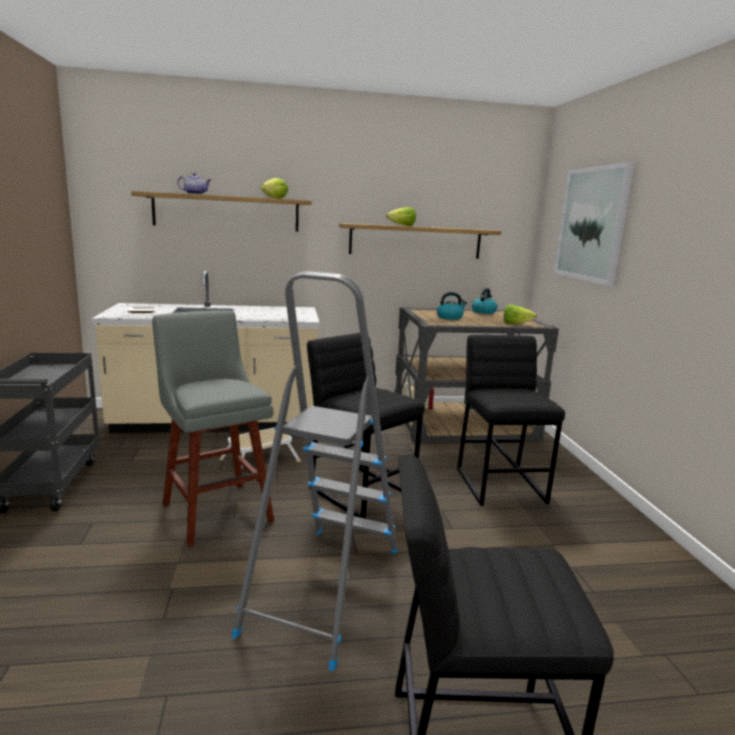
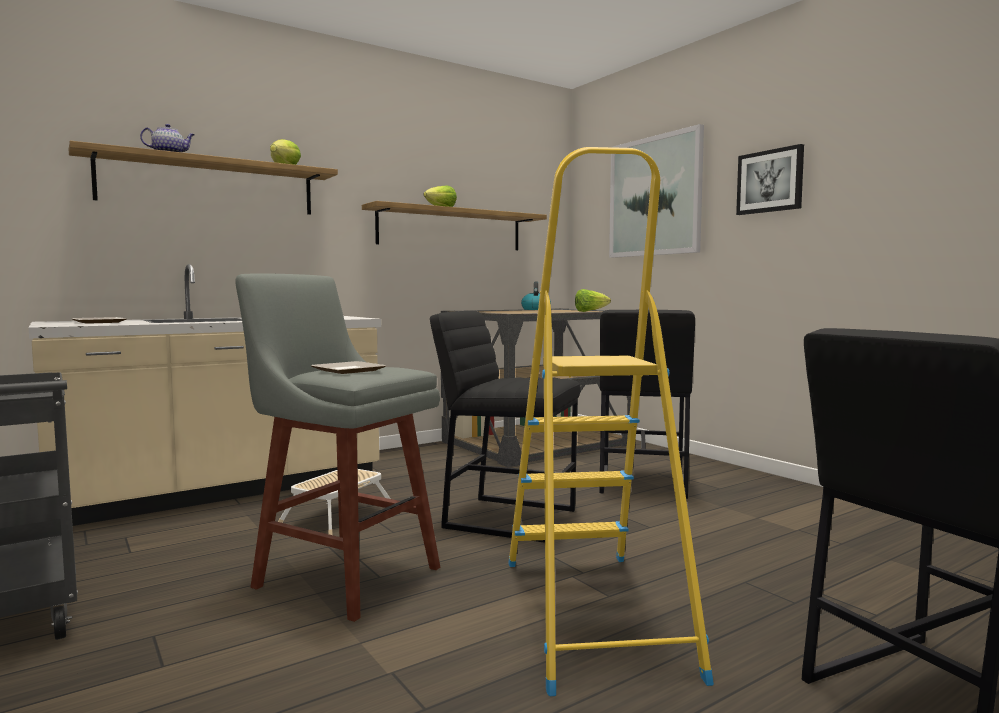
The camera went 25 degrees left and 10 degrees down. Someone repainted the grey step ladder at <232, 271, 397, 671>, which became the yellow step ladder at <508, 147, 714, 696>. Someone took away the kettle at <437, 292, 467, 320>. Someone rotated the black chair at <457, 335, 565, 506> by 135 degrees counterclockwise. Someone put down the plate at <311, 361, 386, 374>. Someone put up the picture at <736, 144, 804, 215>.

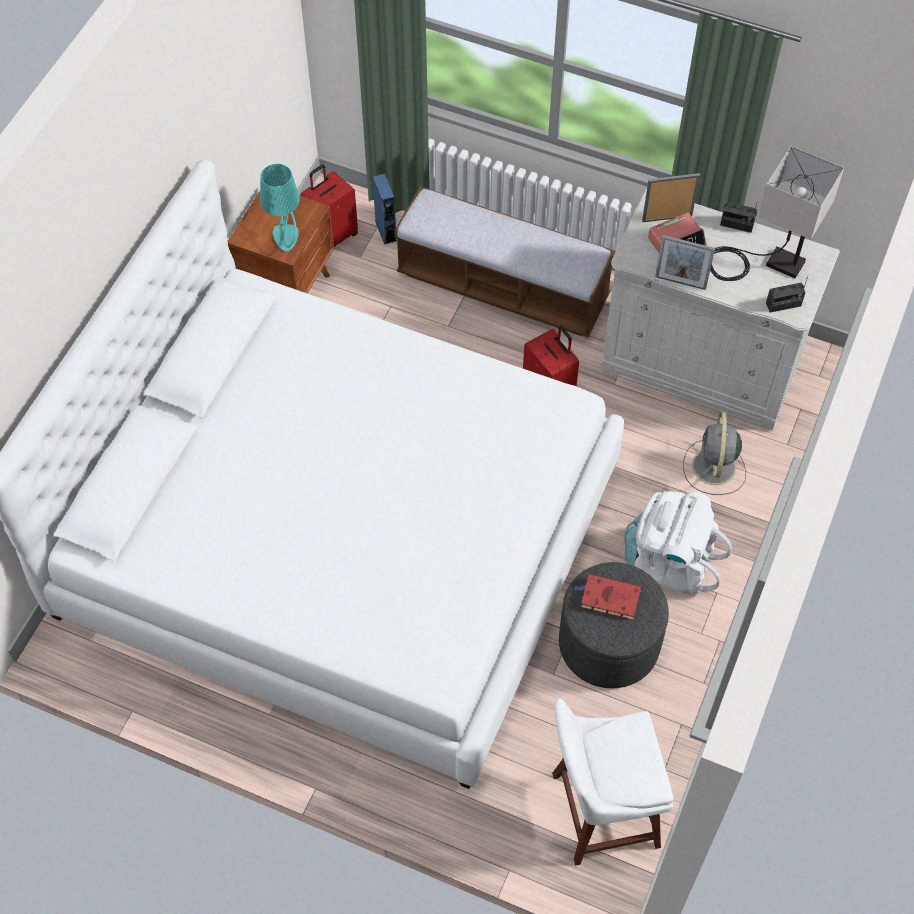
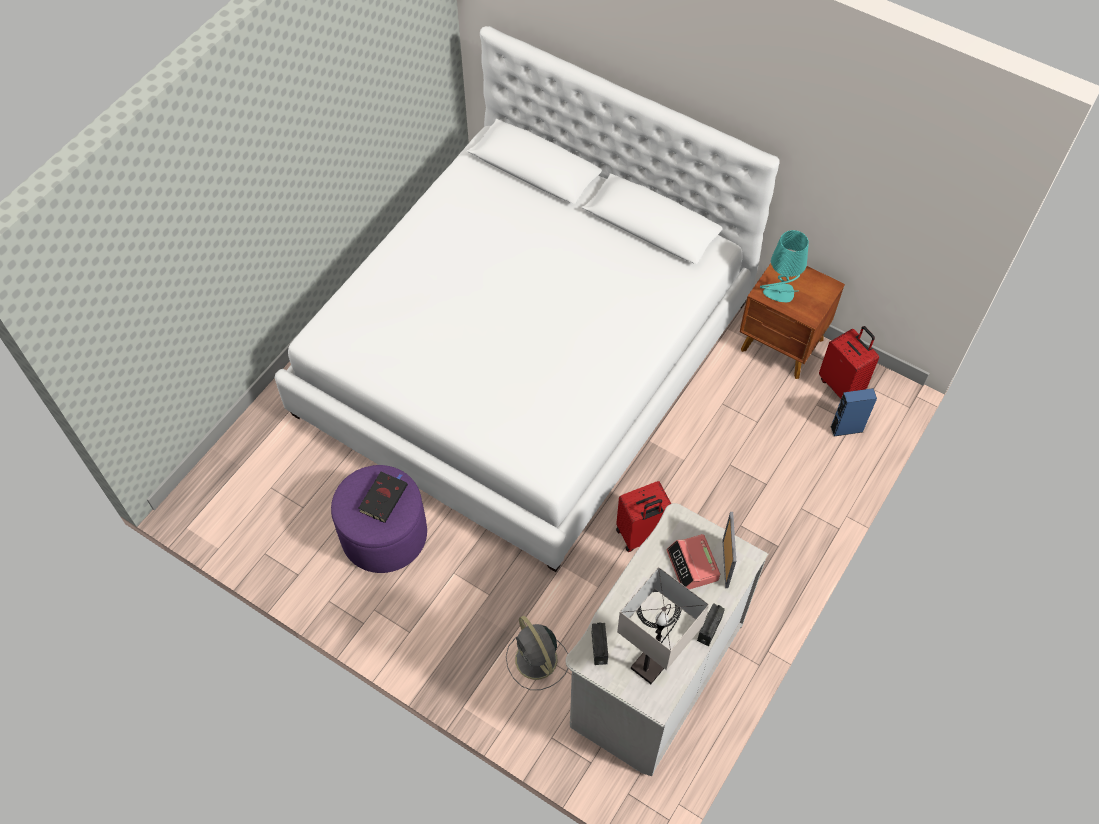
The camera went 100 degrees right and 0 degrees up. Someone took away the bench at <395, 186, 616, 337>. Someone took away the white chair at <552, 698, 673, 866>. Someone repainted the grey ottoman at <559, 562, 669, 688>, which became the purple ottoman at <331, 465, 427, 573>. Someone repainted the red book at <574, 574, 641, 620>, which became the black book at <358, 472, 408, 523>. Someone took away the white backpack at <624, 491, 732, 595>. Someone took away the picture frame at <655, 235, 715, 290>. Someone rotated the grey fan at <683, 412, 746, 495> by 135 degrees counterclockwise.

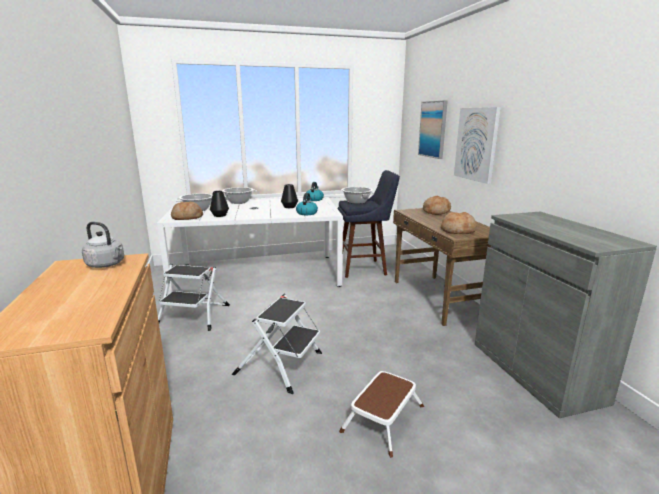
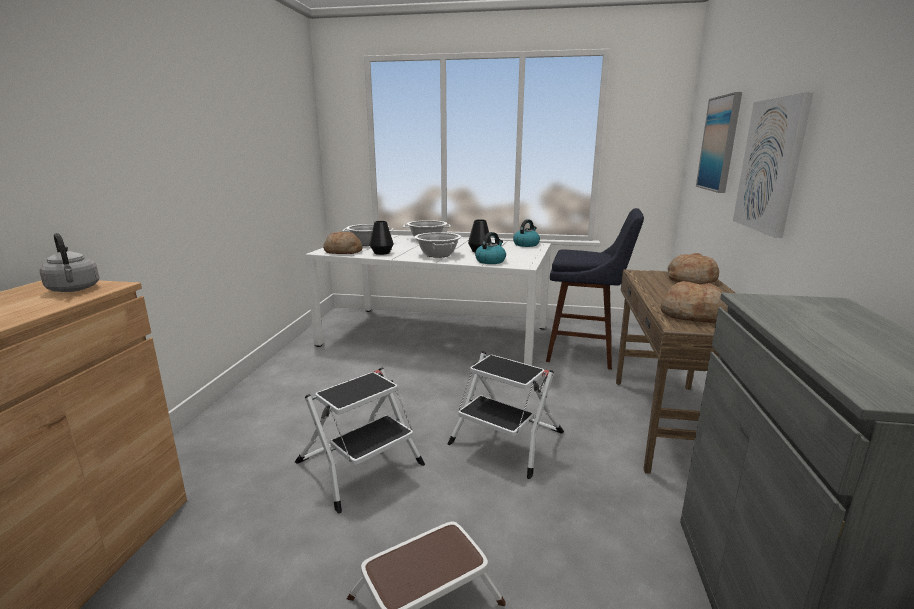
The camera went 25 degrees right and 0 degrees up. Someone carried the step ladder from <158, 264, 230, 331> to <447, 351, 564, 479>. Someone carried the cooking pot from <341, 187, 374, 204> to <414, 232, 461, 258>.

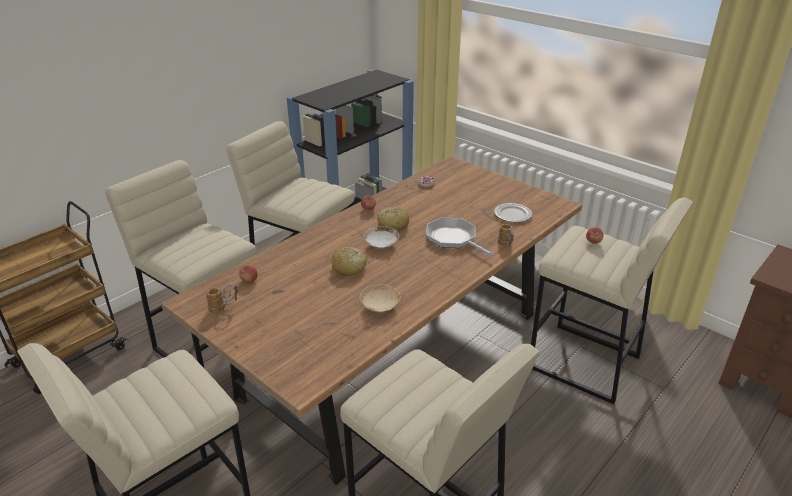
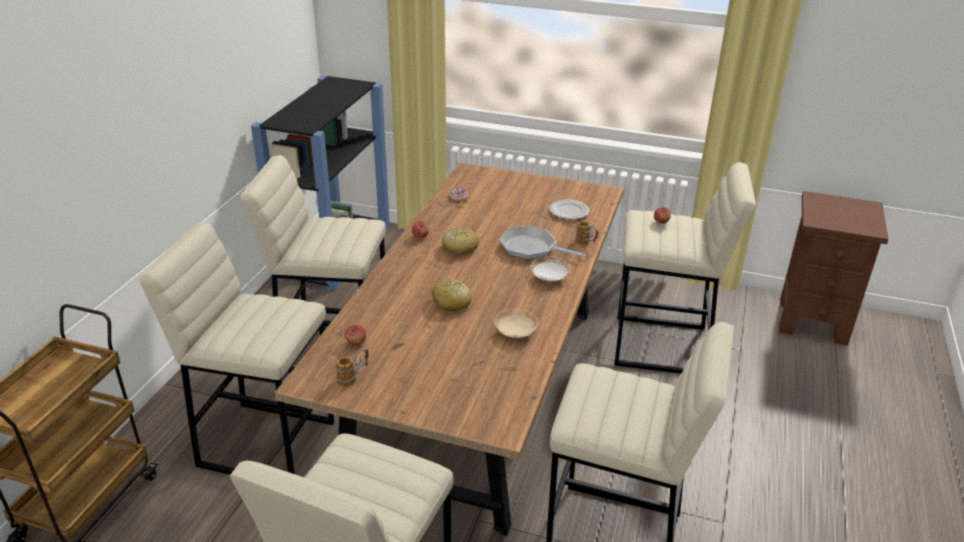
The camera went 25 degrees left and 0 degrees up. Someone carried the white plate from <364, 226, 399, 248> to <530, 257, 570, 281>.

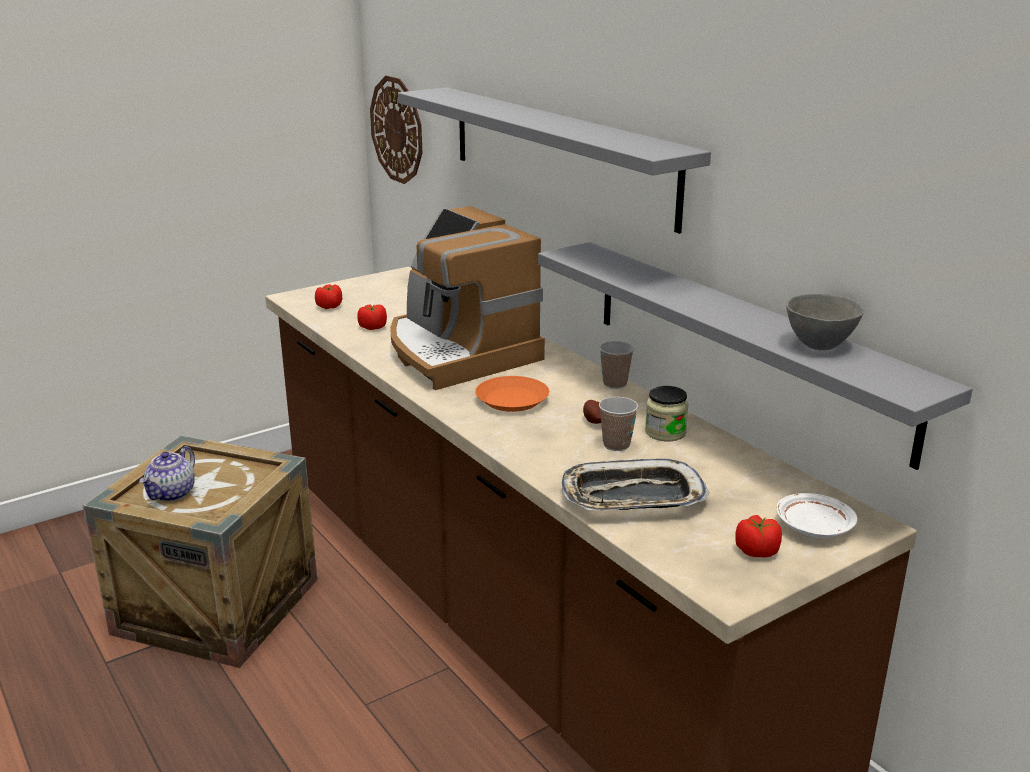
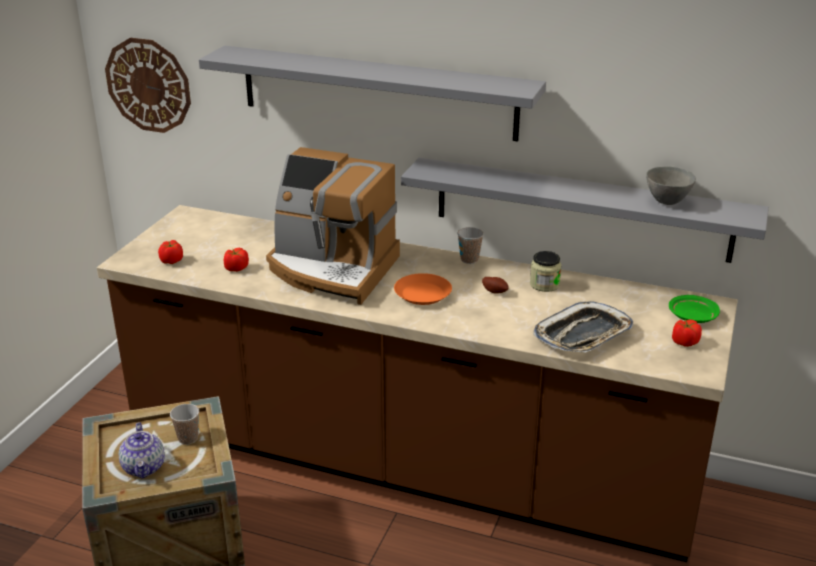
The camera went 35 degrees left and 5 degrees up. Someone carried the cup from <599, 397, 638, 451> to <170, 404, 199, 445>. Someone repainted the white plate at <776, 493, 857, 538>, which became the green plate at <669, 295, 720, 323>.

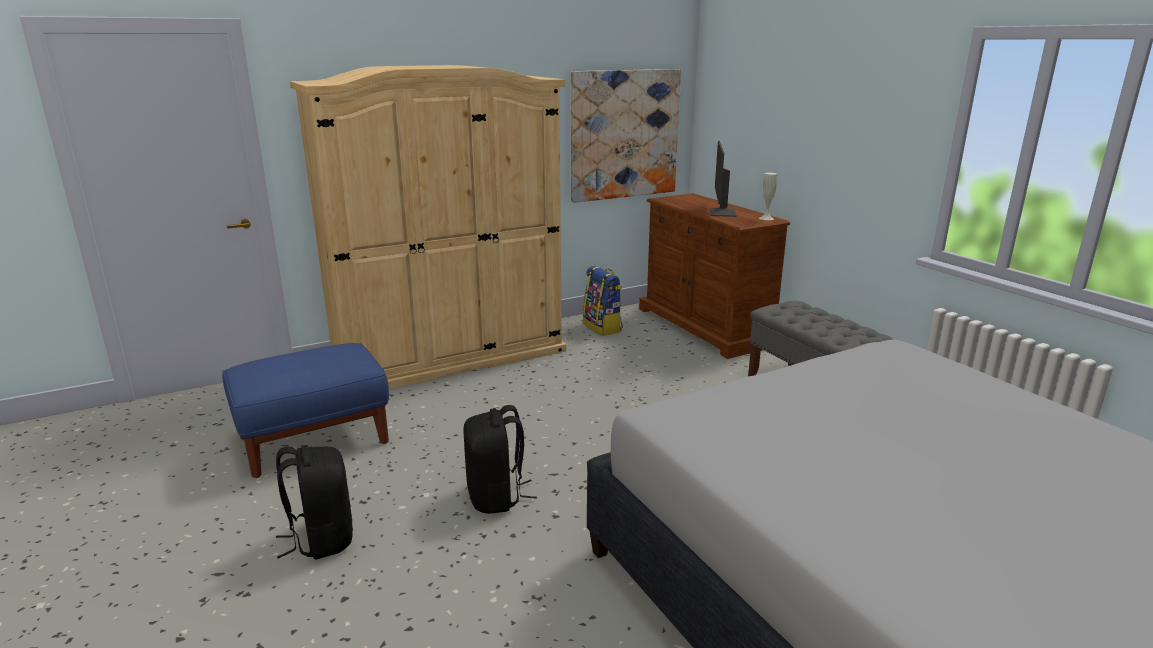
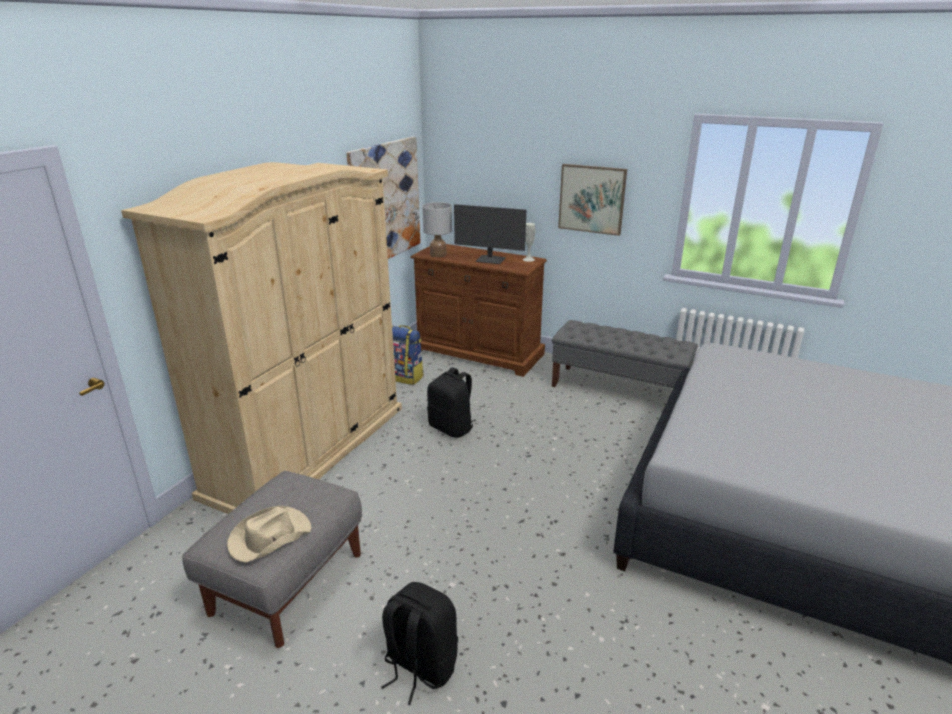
The camera went 35 degrees left and 5 degrees up. Someone repainted the blue ottoman at <222, 343, 389, 478>, which became the grey ottoman at <182, 471, 362, 648>. Someone carried the black backpack from <464, 405, 537, 514> to <427, 367, 476, 438>. Someone rotated the monitor at <710, 141, 737, 217> by 45 degrees counterclockwise. Someone put down the beige hat at <227, 506, 312, 562>. Someone put down the grey table lamp at <422, 202, 452, 257>. Someone put up the picture at <558, 164, 627, 236>.

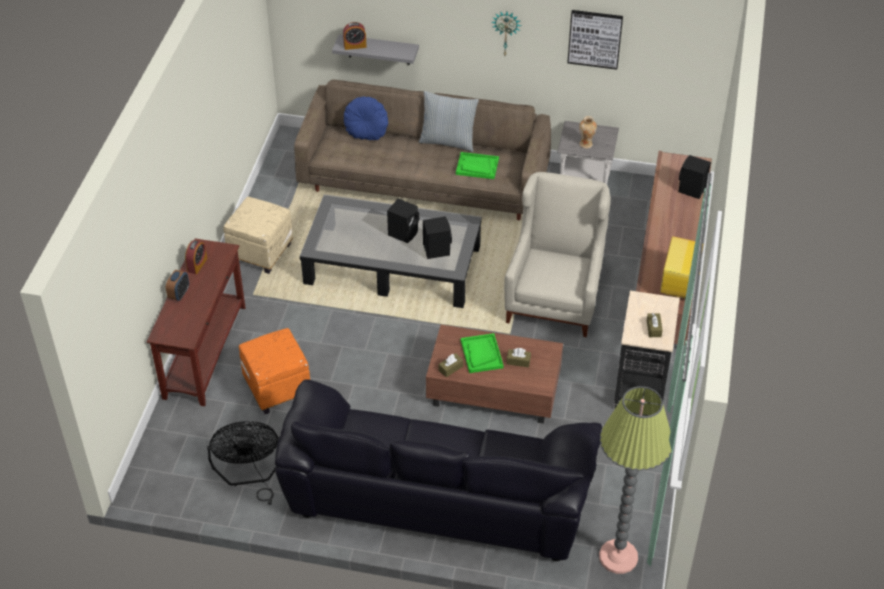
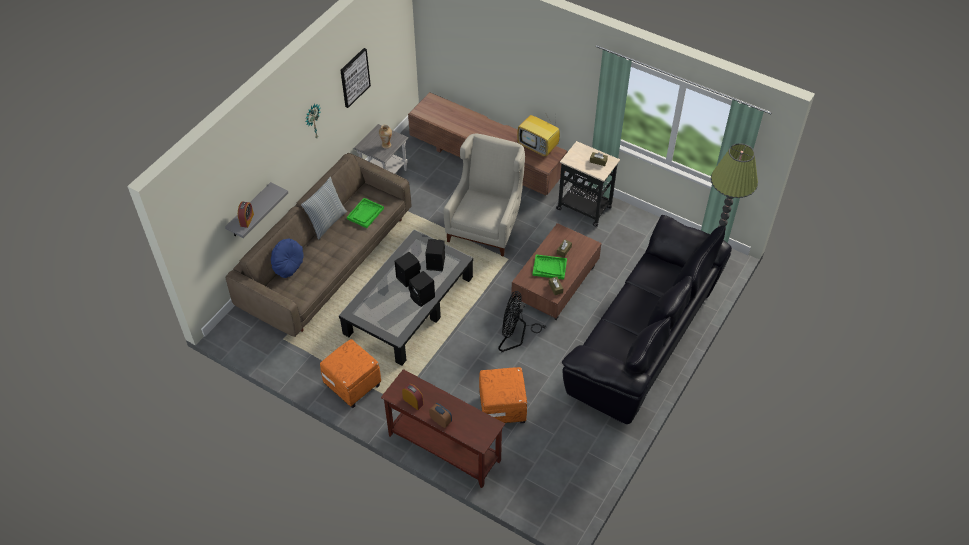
The camera went 70 degrees left and 5 degrees up. Someone carried the black fan from <207, 421, 280, 505> to <498, 291, 546, 352>. Someone repainted the beige ottoman at <223, 197, 293, 274>, which became the orange ottoman at <320, 339, 381, 409>. Someone rotated the beige armchair at <504, 172, 611, 337> by 75 degrees clockwise. Someone carried the black speaker from <678, 155, 711, 199> to <408, 271, 435, 307>.

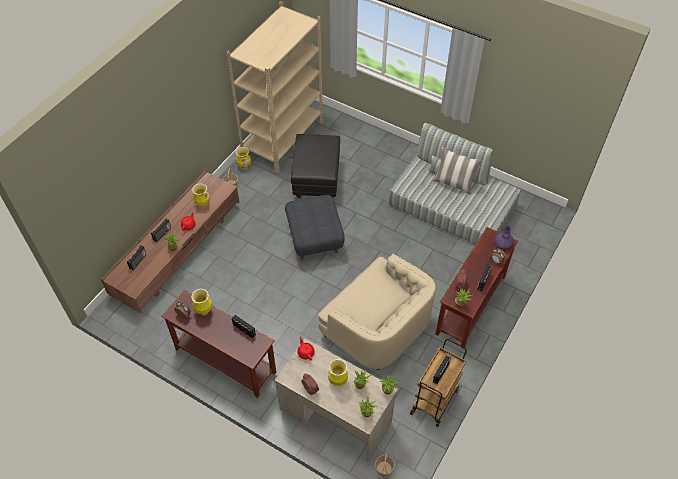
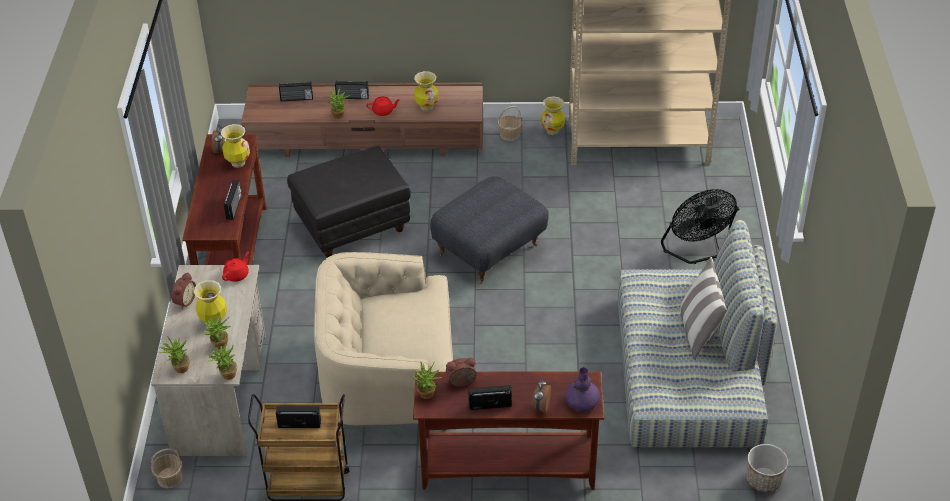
The camera went 60 degrees right and 10 degrees down. Someone carried the black ottoman from <291, 134, 340, 198> to <287, 146, 411, 257>. Someone rotated the beige armchair at <318, 254, 436, 370> by 75 degrees clockwise. Someone put down the black fan at <661, 189, 739, 264>. Someone put down the planter at <746, 444, 788, 492>.

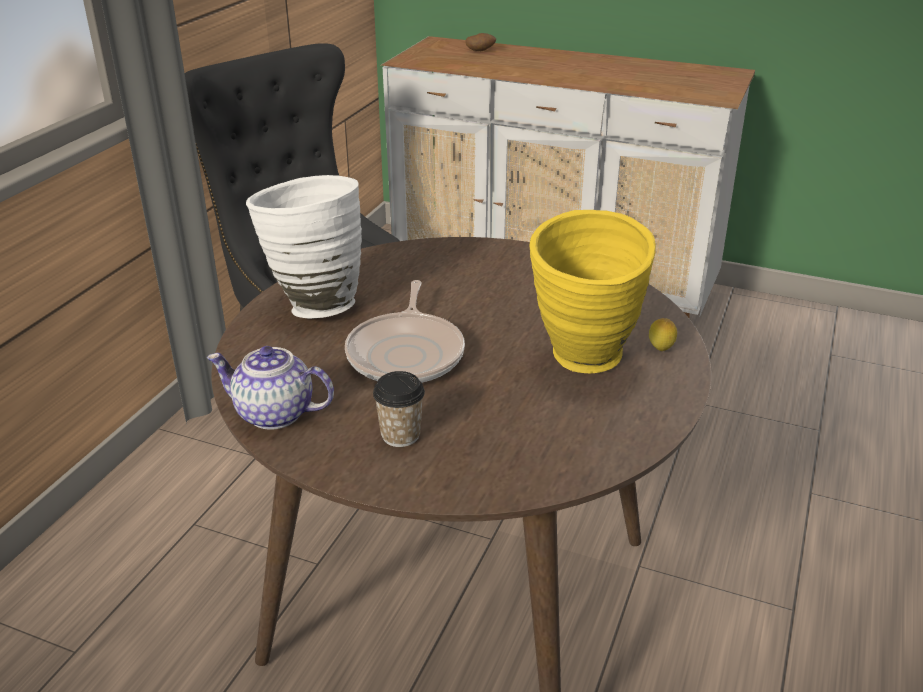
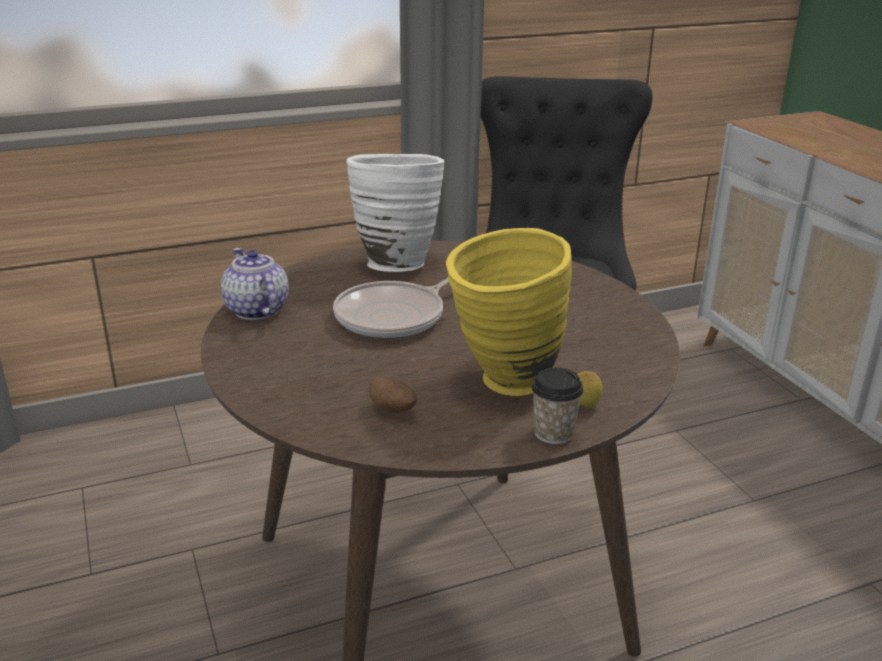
The camera went 45 degrees right and 5 degrees down. Someone carried the cup from <373, 371, 425, 447> to <531, 367, 584, 444>. Someone carried the potato from <466, 33, 496, 51> to <369, 377, 417, 413>.

